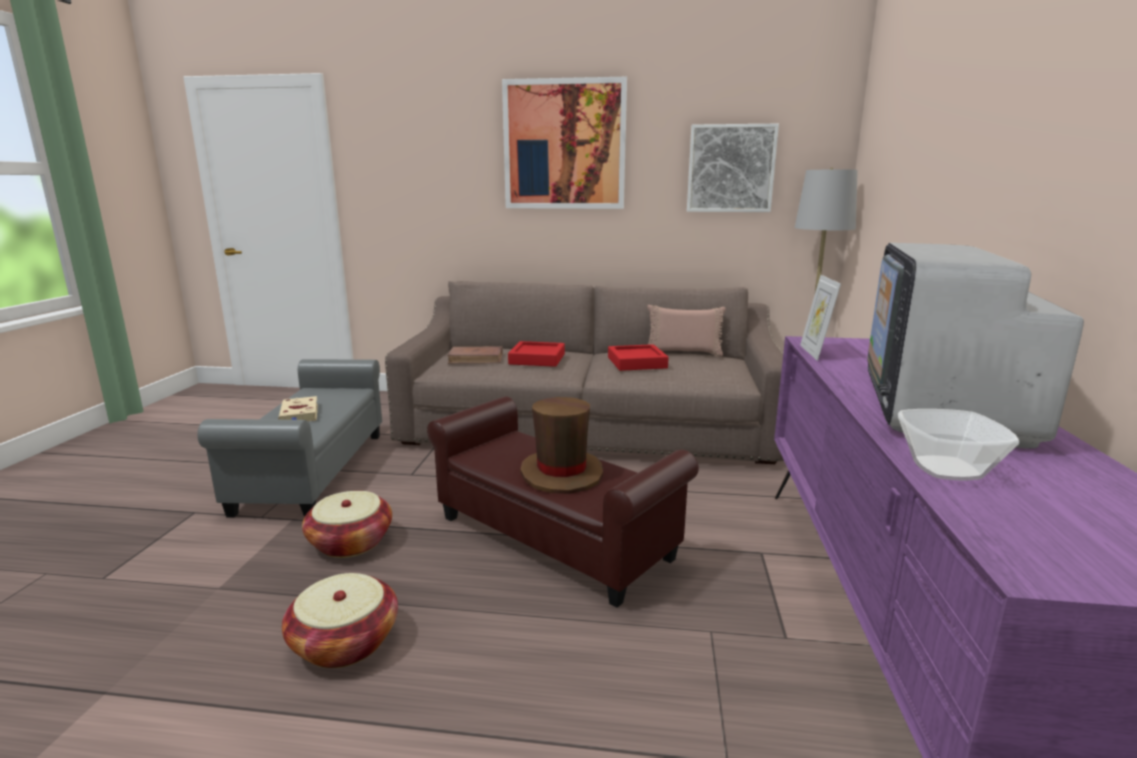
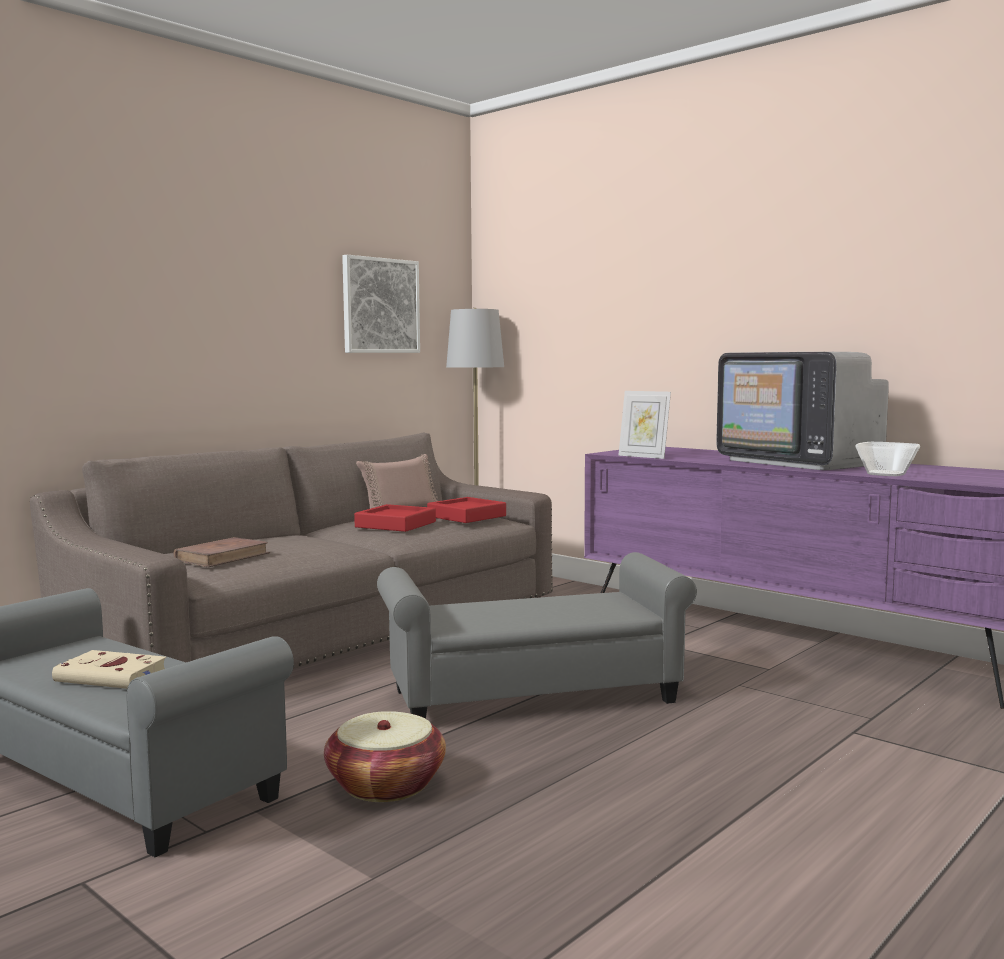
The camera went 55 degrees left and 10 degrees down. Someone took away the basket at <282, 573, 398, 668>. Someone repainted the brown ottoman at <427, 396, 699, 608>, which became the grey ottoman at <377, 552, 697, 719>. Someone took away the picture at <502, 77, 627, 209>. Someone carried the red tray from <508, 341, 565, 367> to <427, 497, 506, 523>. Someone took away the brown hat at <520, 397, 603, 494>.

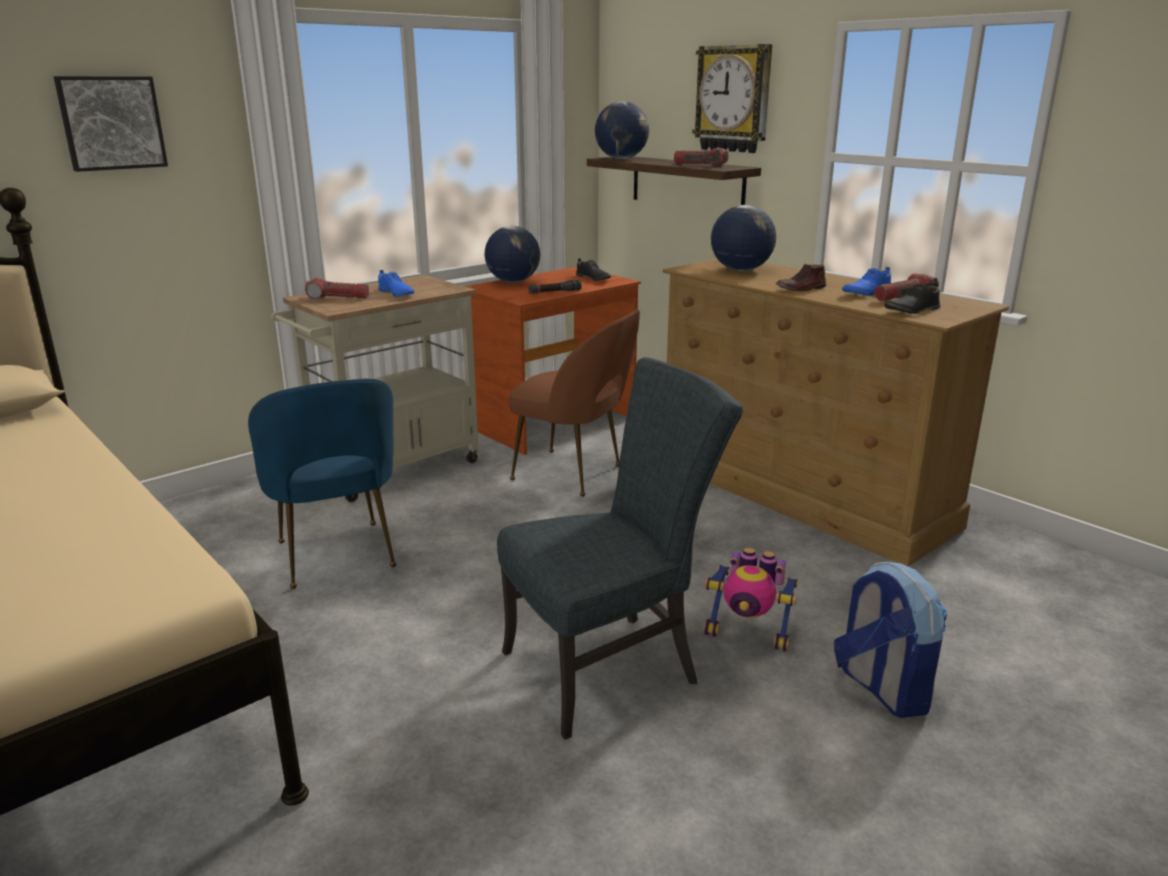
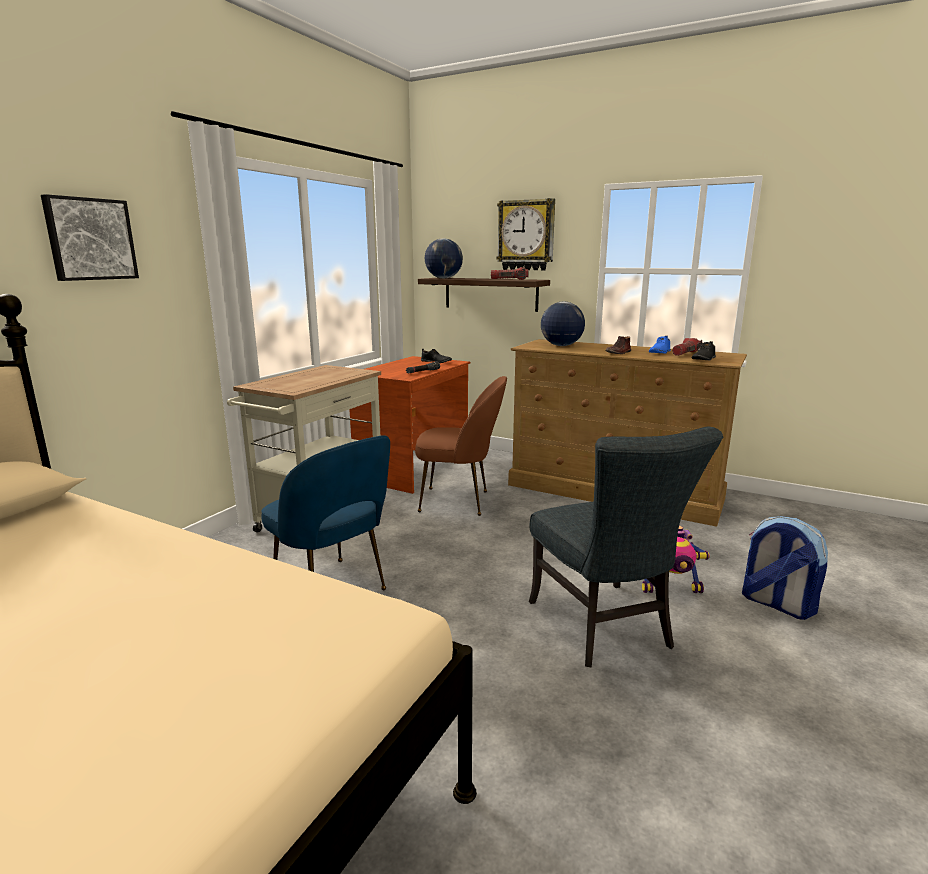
The camera went 20 degrees left and 5 degrees down. Someone took away the flashlight at <305, 278, 369, 299>. Someone took away the blue shoe at <378, 270, 414, 297>. Someone took away the globe at <485, 226, 540, 283>. Someone rotated the grey chair at <497, 357, 744, 740> by 120 degrees clockwise.

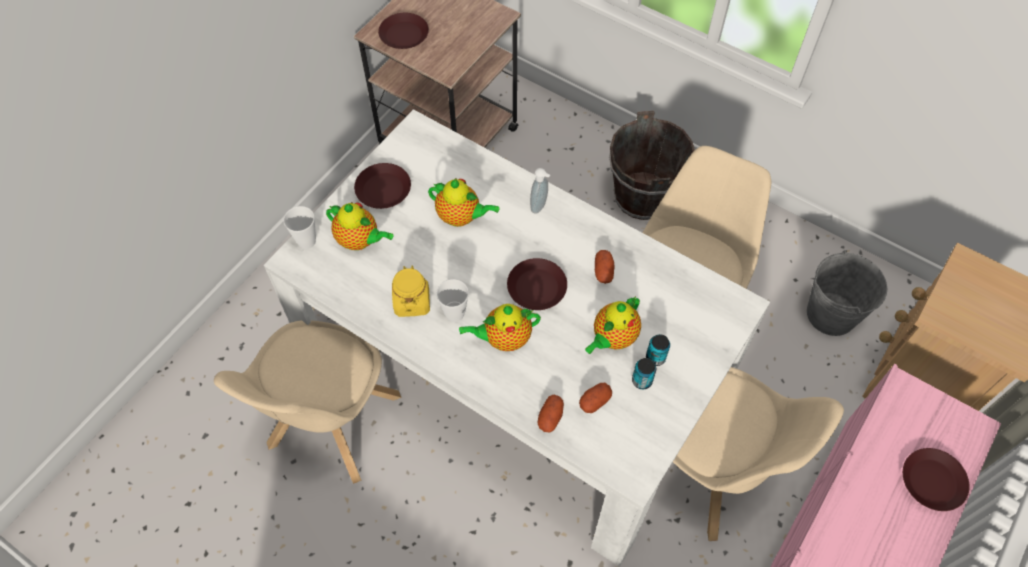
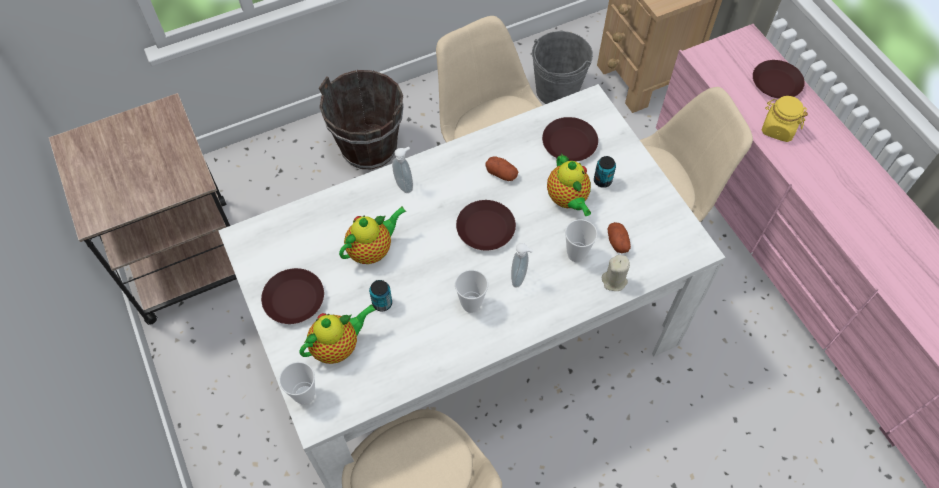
The camera went 60 degrees left and 0 degrees up. Someone carried the brown plate from <378, 13, 429, 49> to <542, 117, 598, 162>. Someone carried the yellow jar from <392, 266, 430, 317> to <761, 96, 808, 142>. Someone swapped the teapot at <459, 304, 541, 351> for the soap dispenser at <511, 243, 534, 288>. Someone swapped the potato at <538, 395, 564, 433> for the beige candle at <602, 255, 630, 291>. Someone carried the can from <632, 358, 656, 389> to <369, 280, 392, 312>. Someone put down the cup at <565, 219, 598, 262>.

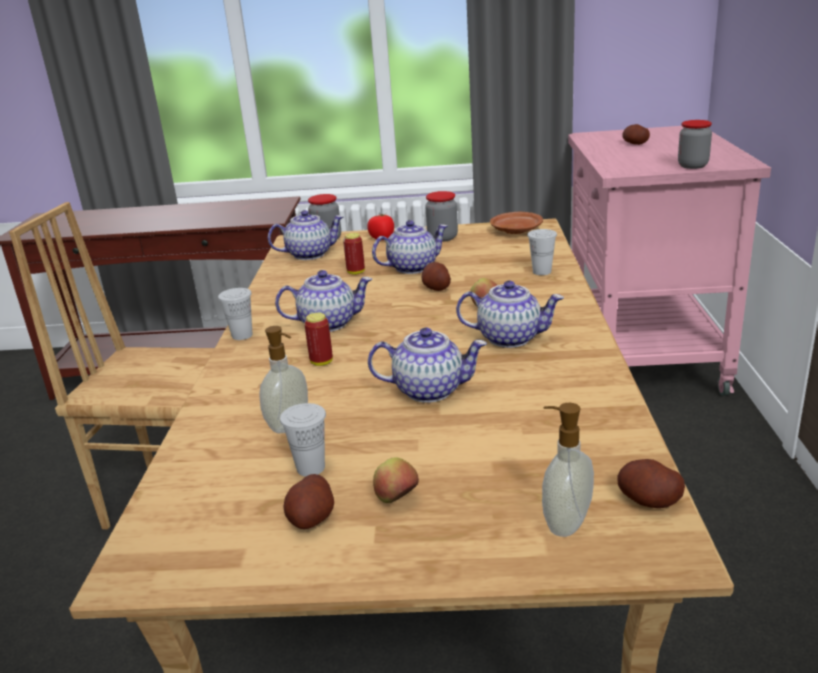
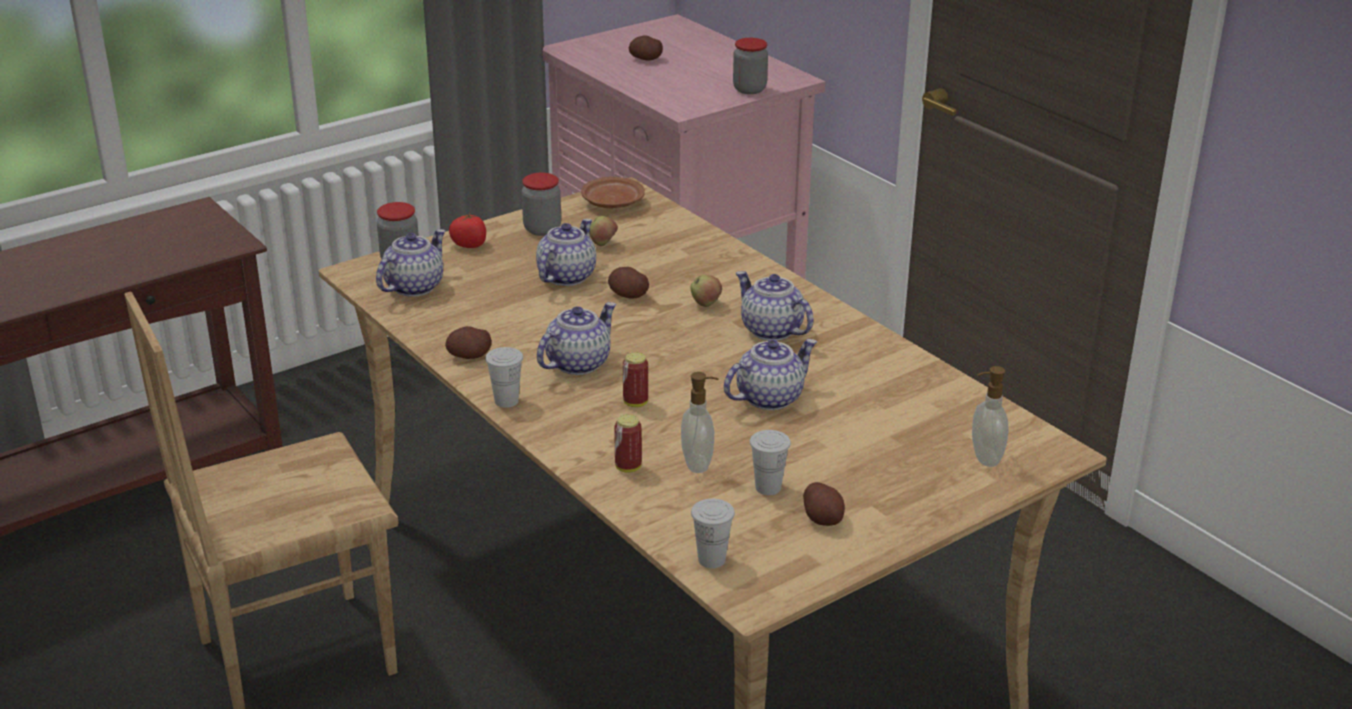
The camera went 40 degrees left and 5 degrees up. Someone carried the can from <343, 233, 365, 275> to <614, 414, 642, 473>. Someone carried the apple from <373, 457, 419, 503> to <590, 216, 618, 246>. Someone rotated the teapot at <456, 280, 564, 348> by 105 degrees counterclockwise. Someone carried the white cup from <527, 229, 557, 275> to <691, 499, 735, 568>. Someone carried the potato from <617, 459, 685, 508> to <445, 326, 492, 359>.

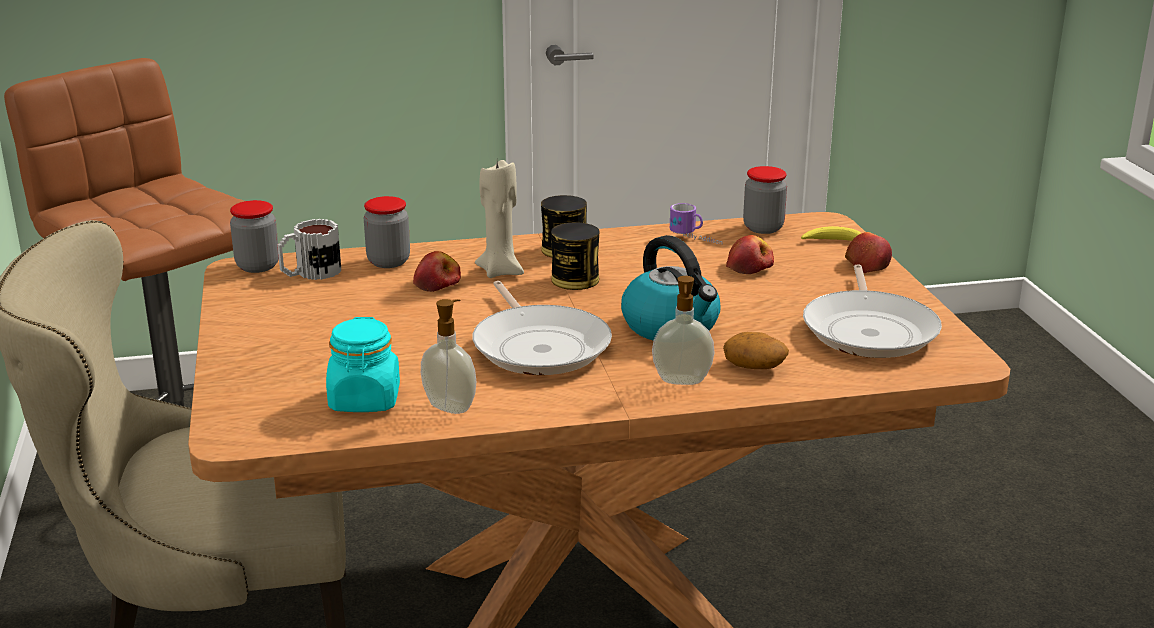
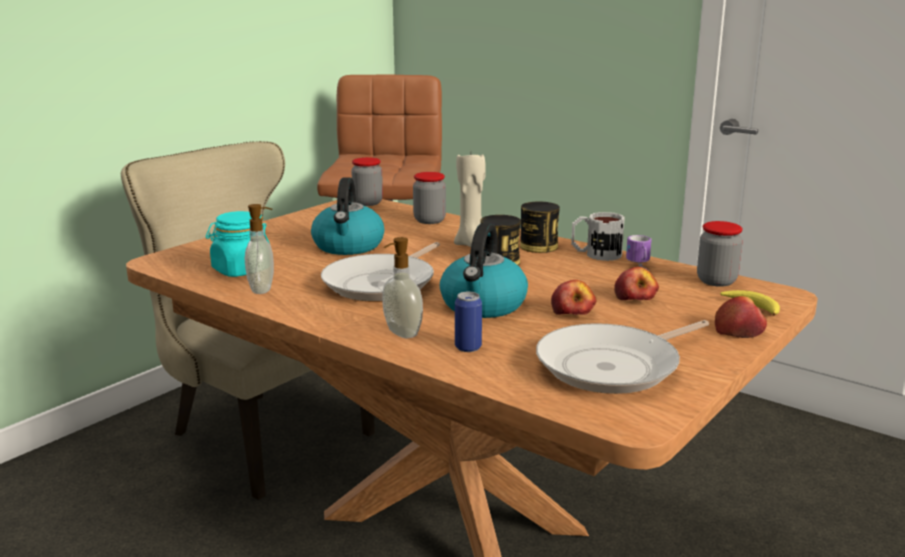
The camera went 50 degrees right and 5 degrees down. Someone carried the mug from <277, 219, 341, 280> to <571, 212, 625, 261>. Someone carried the apple from <413, 251, 461, 292> to <551, 280, 596, 315>. Someone swapped the potato at <723, 332, 789, 369> for the can at <455, 292, 482, 352>. Someone put down the kettle at <311, 178, 384, 255>.

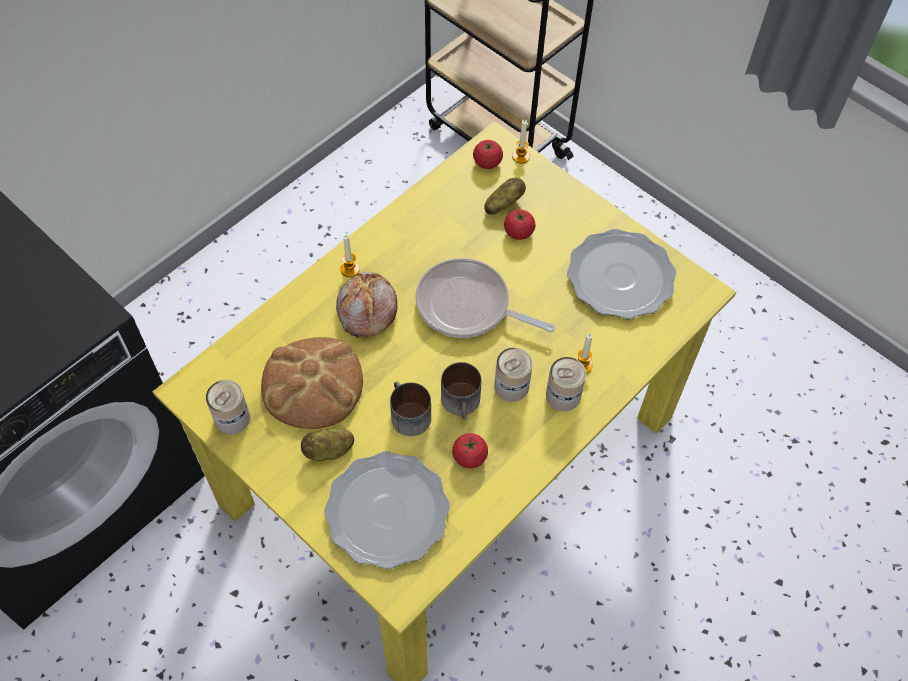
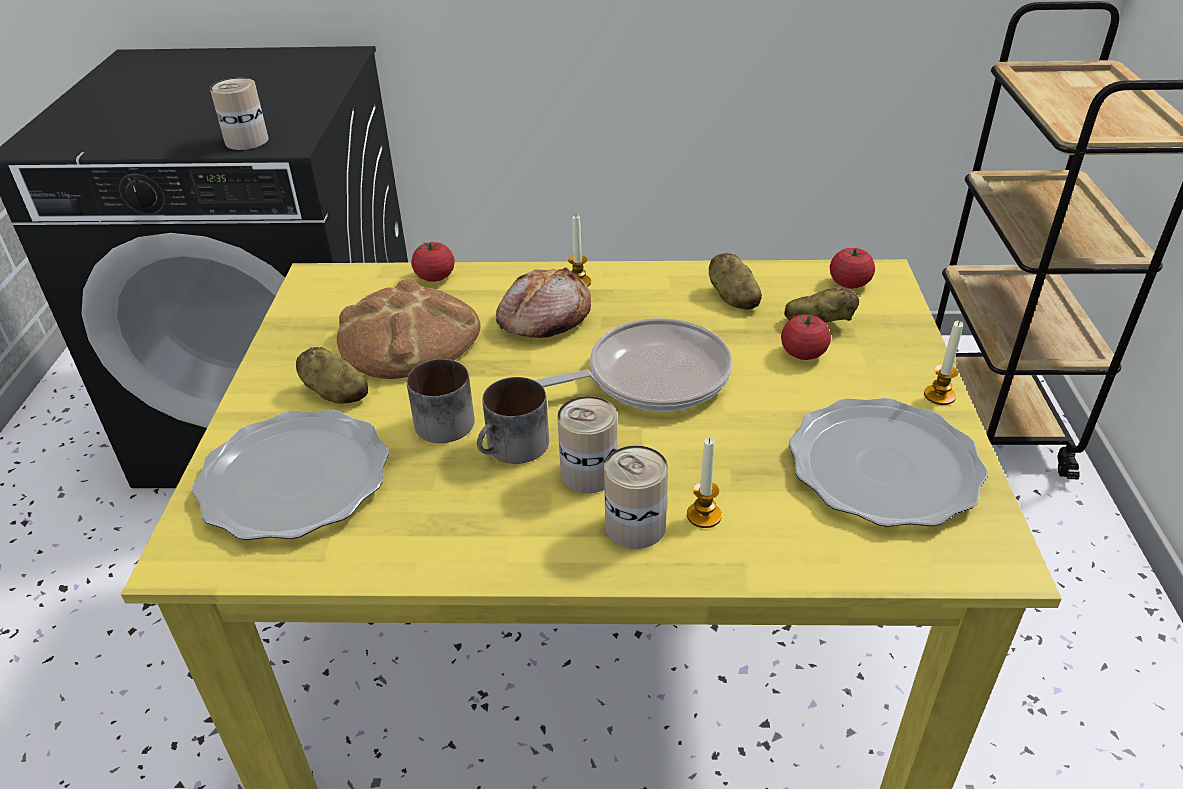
The camera went 50 degrees right and 20 degrees down. Someone carried the can from <206, 380, 250, 434> to <210, 78, 269, 150>. Someone rotated the frying pan at <415, 258, 555, 338> by 90 degrees clockwise. Someone carried the tomato from <452, 433, 488, 468> to <411, 242, 455, 282>. Someone carried the candle from <512, 120, 530, 163> to <924, 321, 963, 405>. Someone put down the potato at <709, 253, 762, 309>.

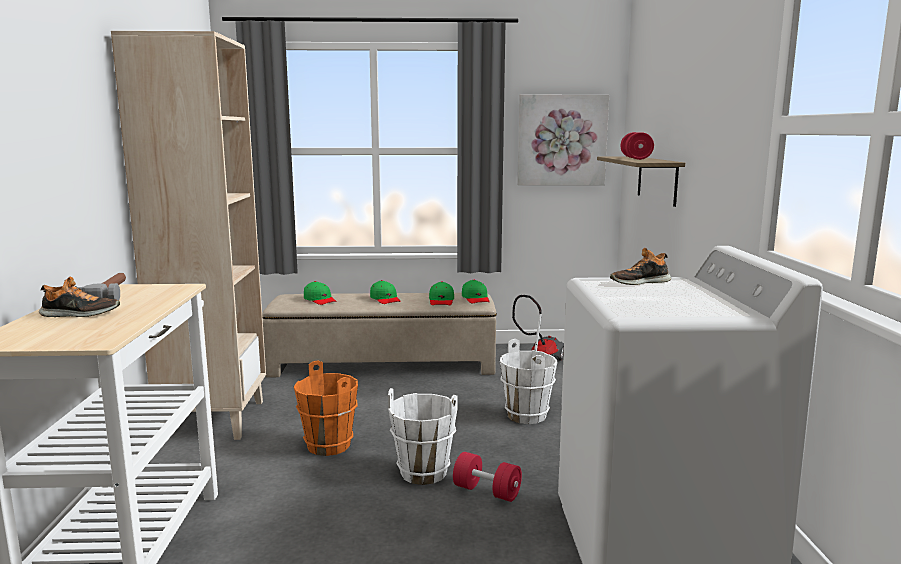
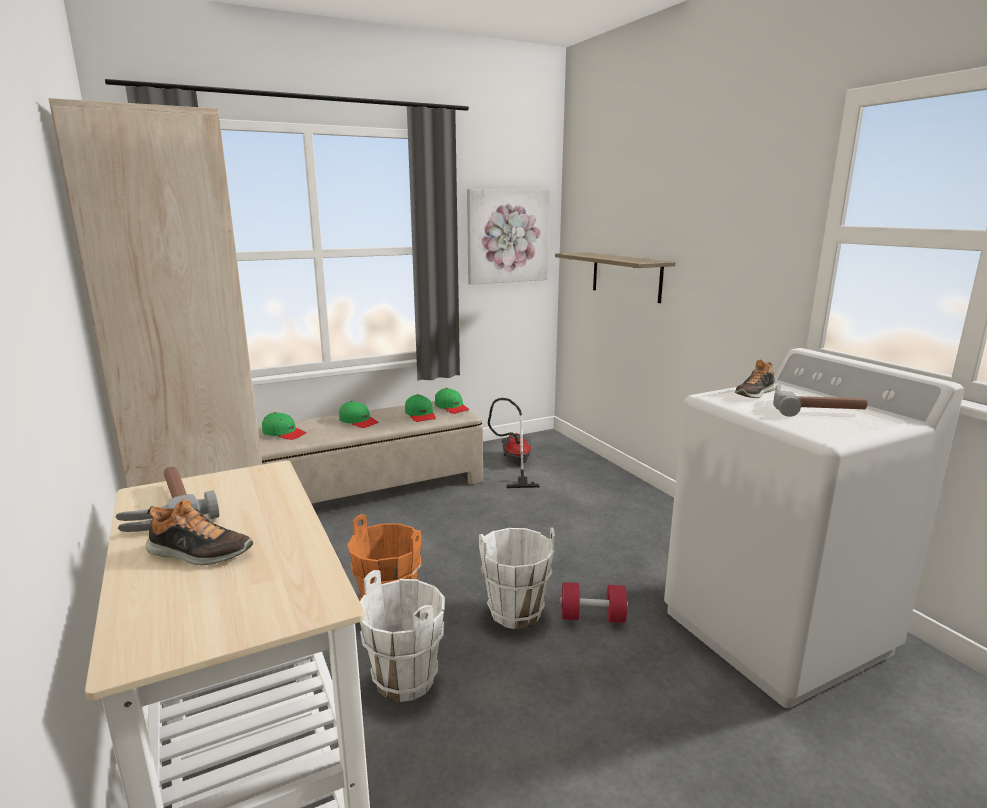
The camera went 25 degrees left and 5 degrees up. Someone rotated the shoe at <39, 277, 120, 317> by 45 degrees clockwise. Someone carried the white bucket from <500, 339, 558, 424> to <359, 570, 445, 702>. Someone took away the red dumbbell at <620, 132, 654, 160>. Someone put down the hammer at <773, 384, 868, 417>.

